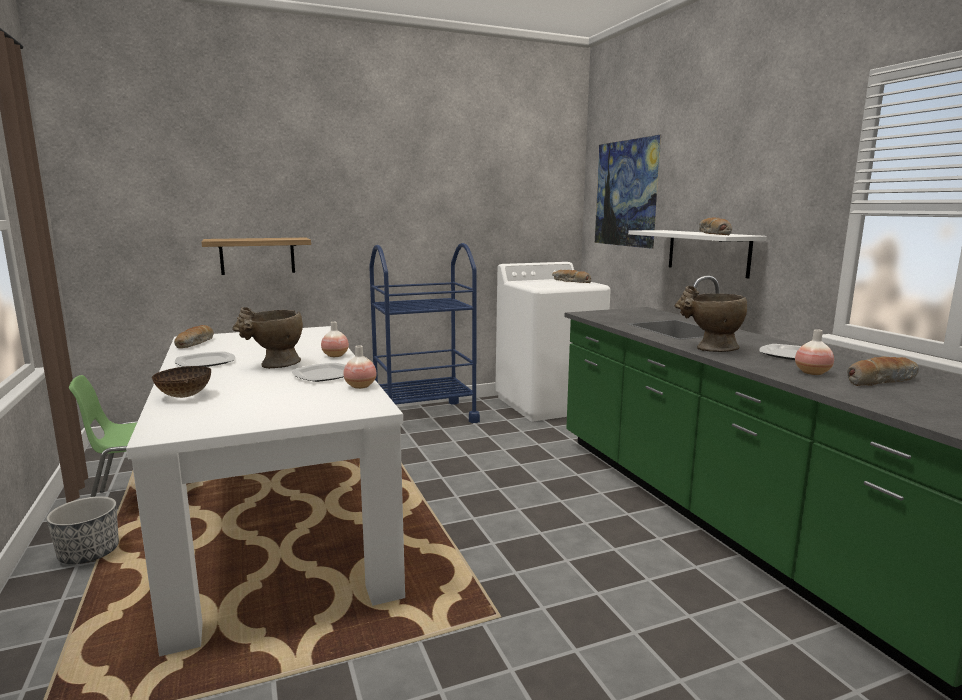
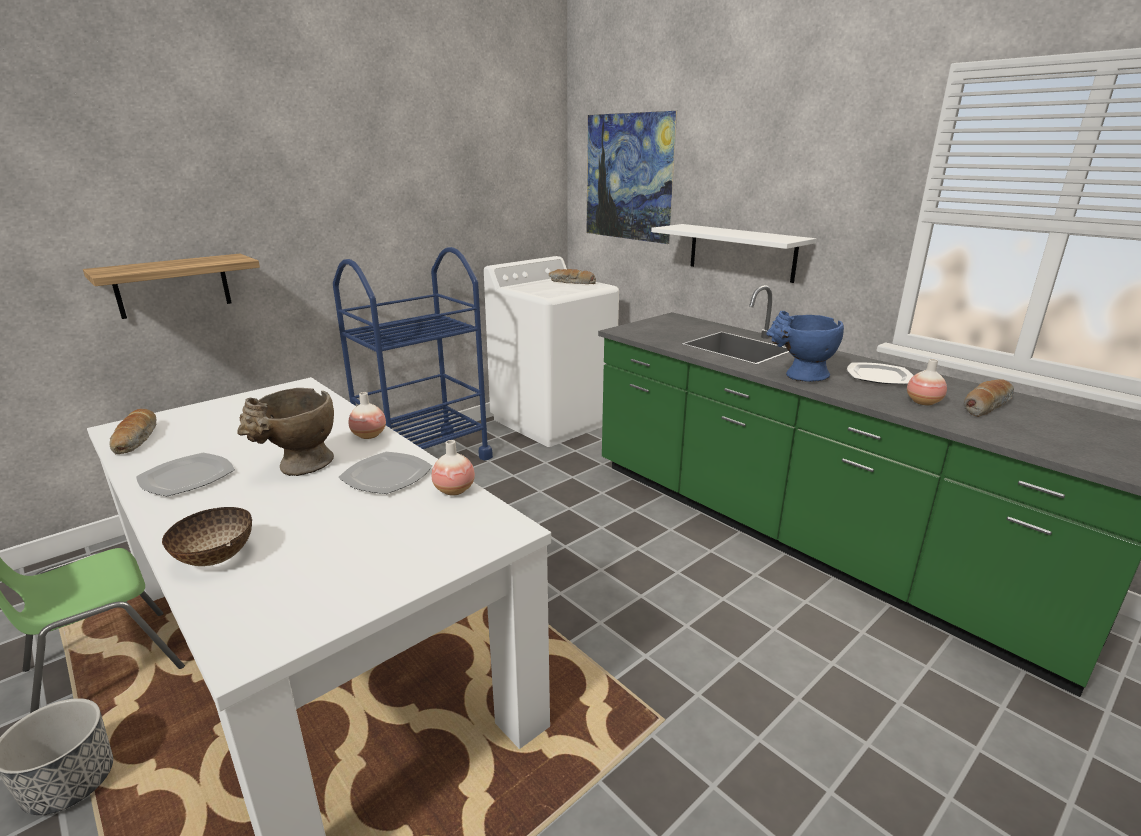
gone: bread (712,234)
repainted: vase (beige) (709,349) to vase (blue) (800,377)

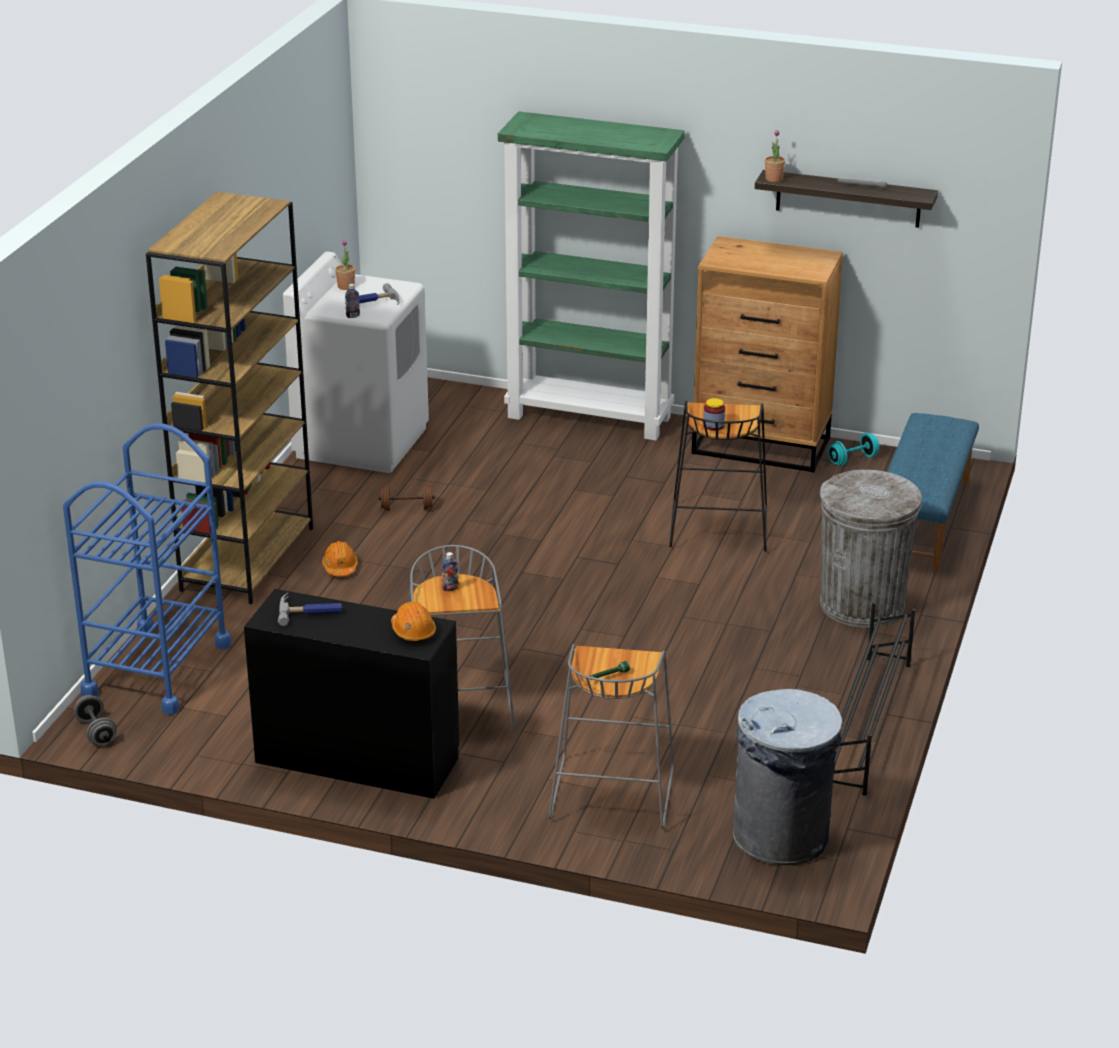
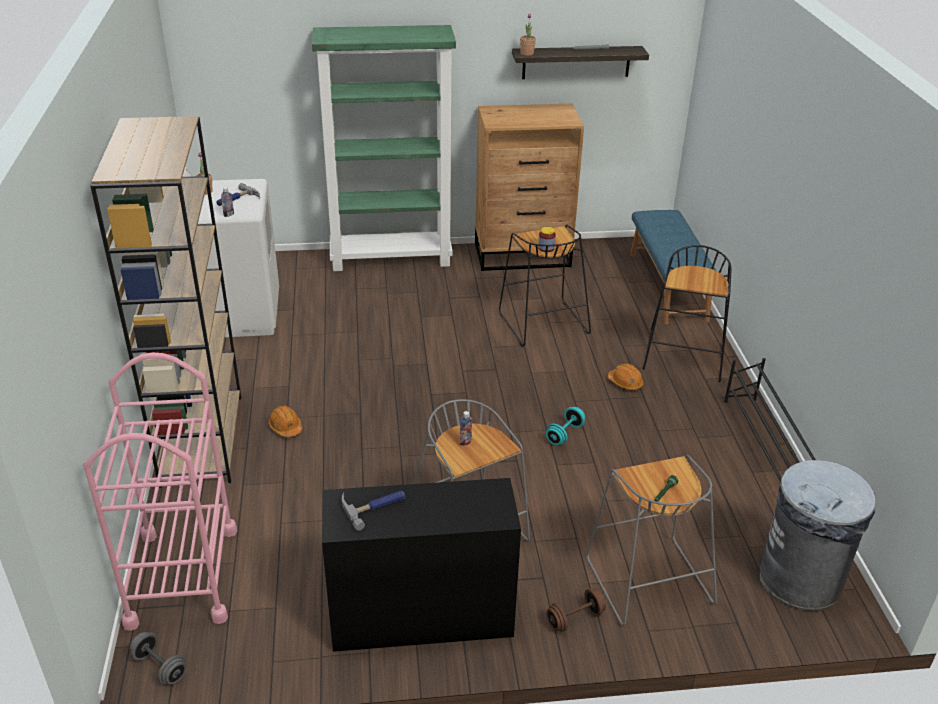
shifted: dumbbell (brown) (407,508) to (575,619); hard hat (orange) (413,631) to (625,383); dumbbell (turquoise) (852,460) to (564,434)
swapped: trash can (grey) (862,604) to stool (black) (684,359)
repainted: cart (blue) (157,669) to cart (pink) (182,576)

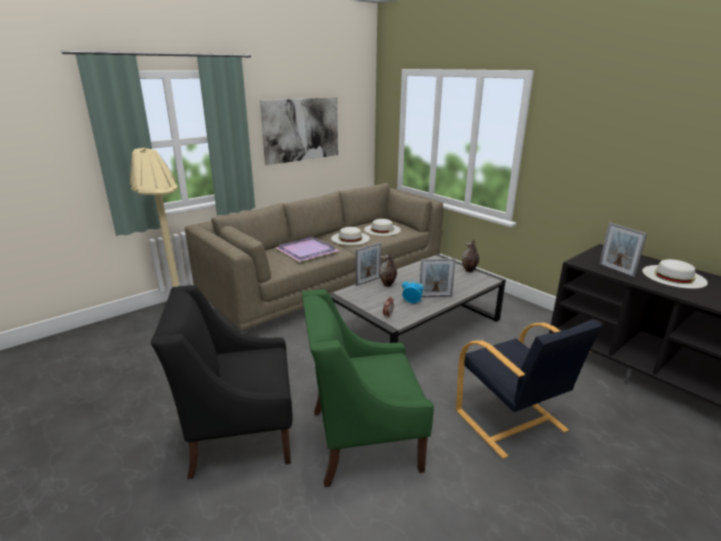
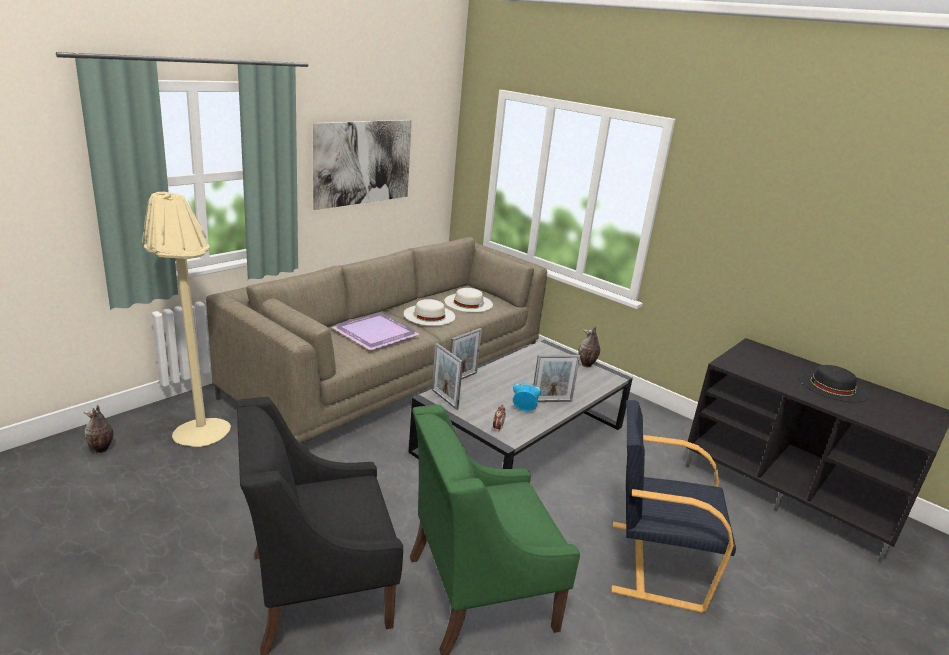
shifted: vase (387,285) to (101,450); picture frame (616,271) to (444,399)
repainted: hat (white) (674,276) to hat (black) (832,385)
rotated: armchair (black) (511,422) = (652,563) 135 degrees clockwise

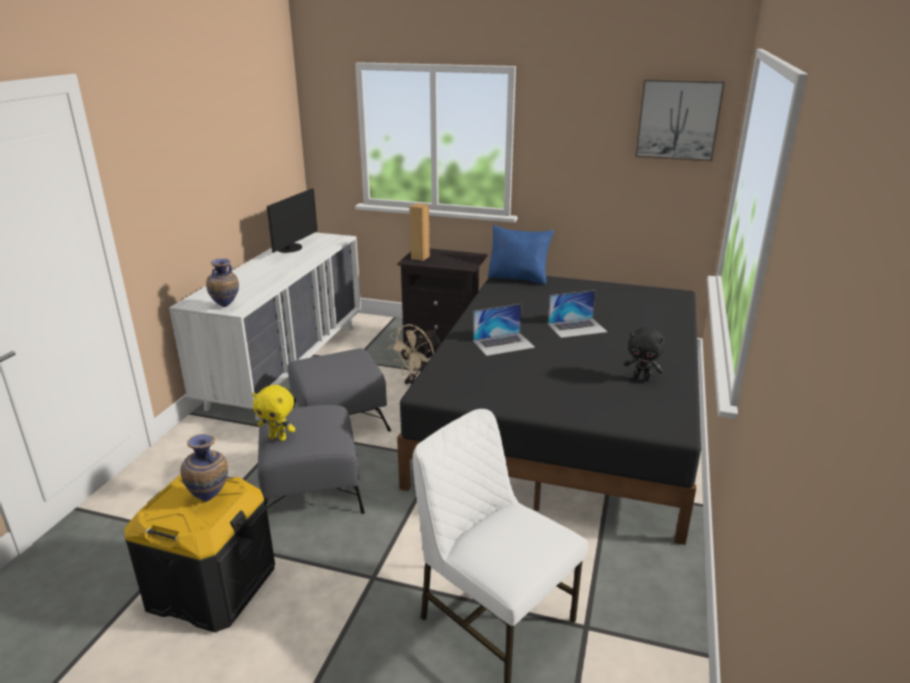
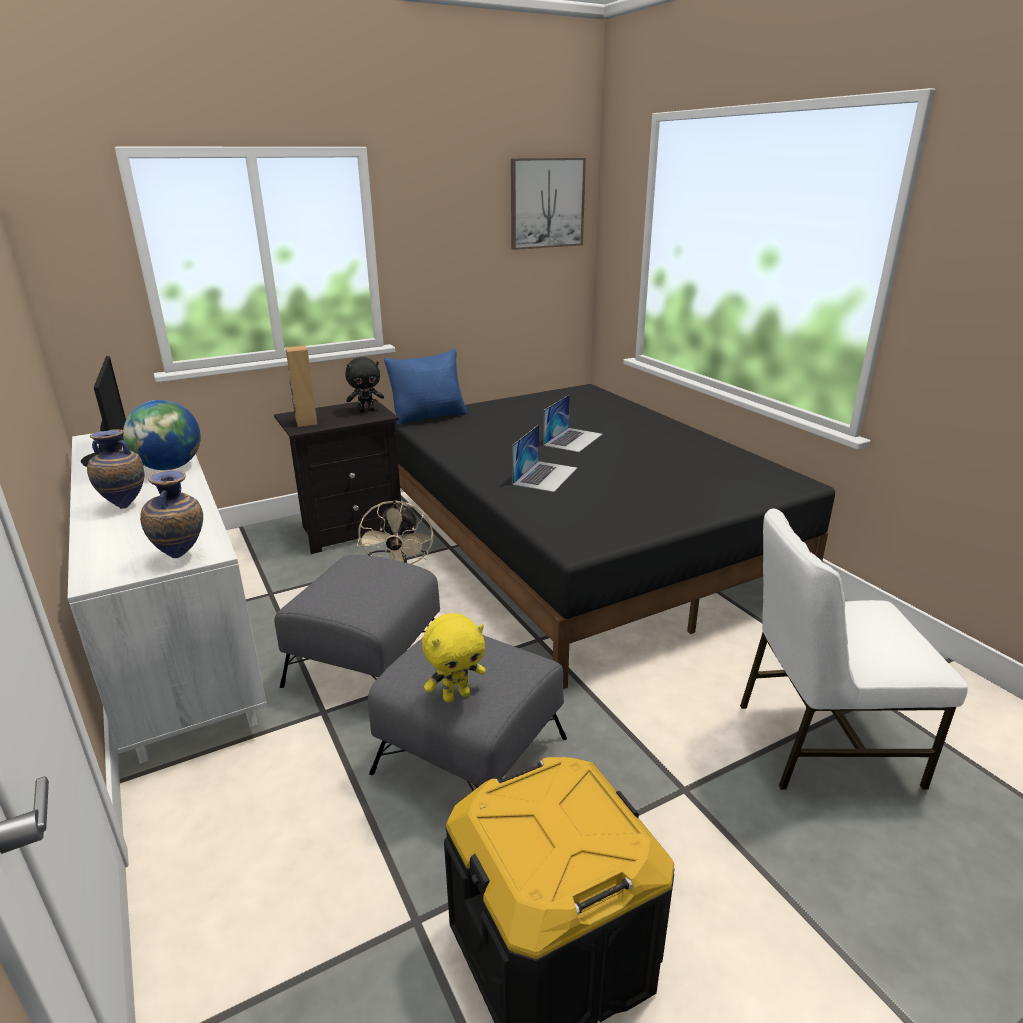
new: globe (170,467)
shifted: vase (210,498) to (126,505); plush toy (black) (642,378) to (366,410)

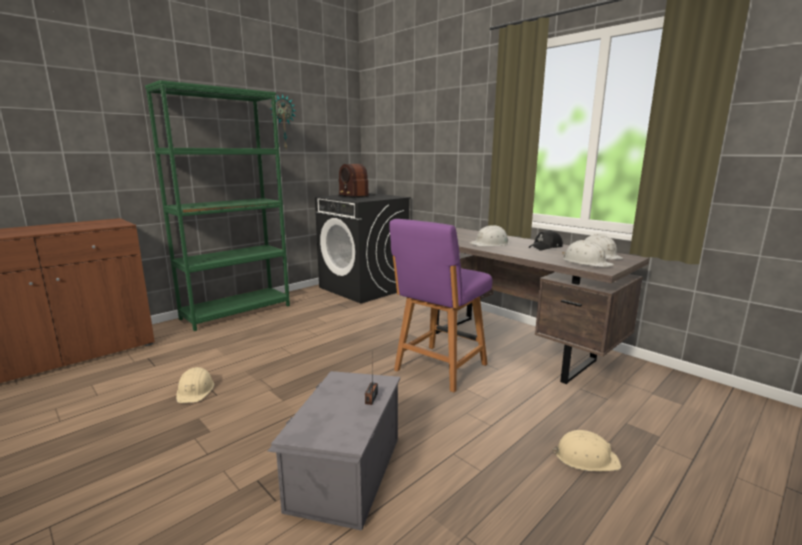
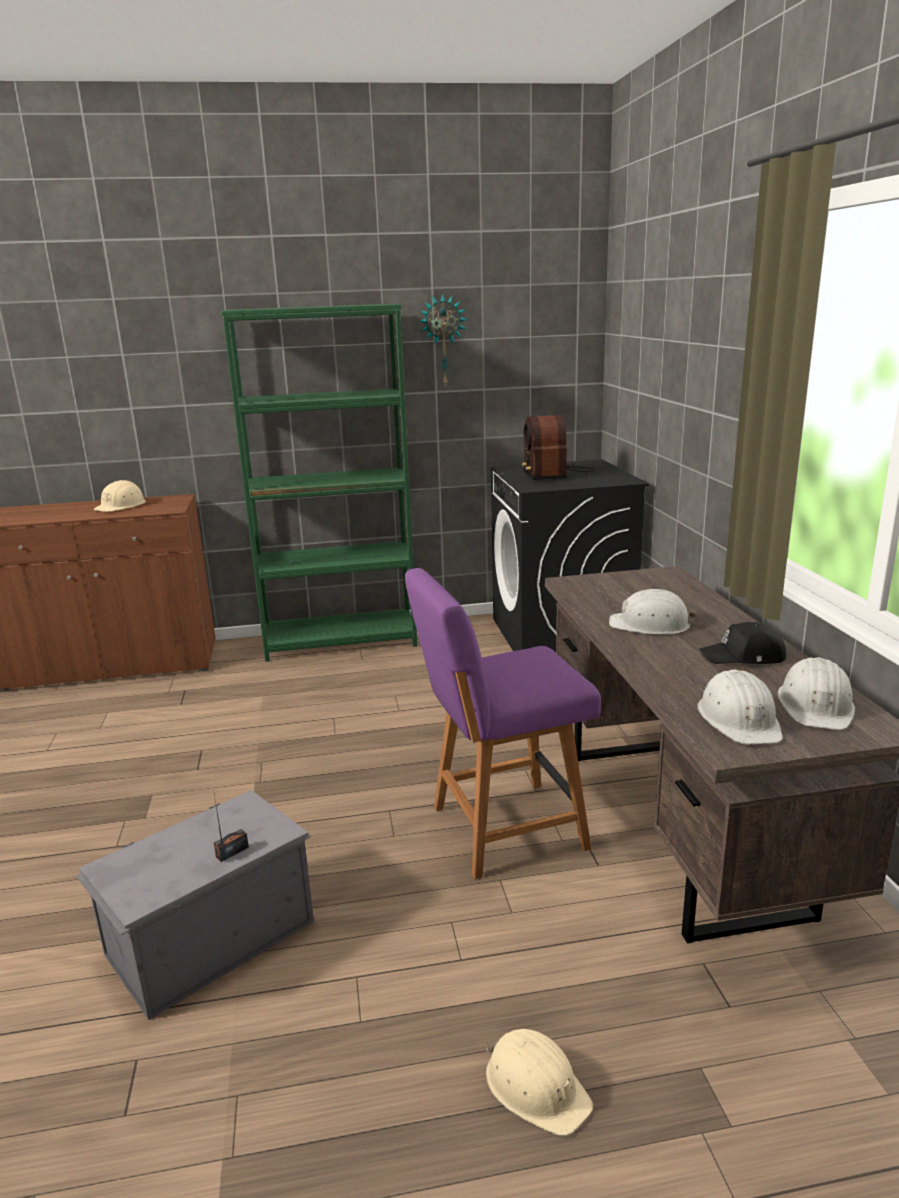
shifted: hard hat (beige) (195,390) to (121,506)

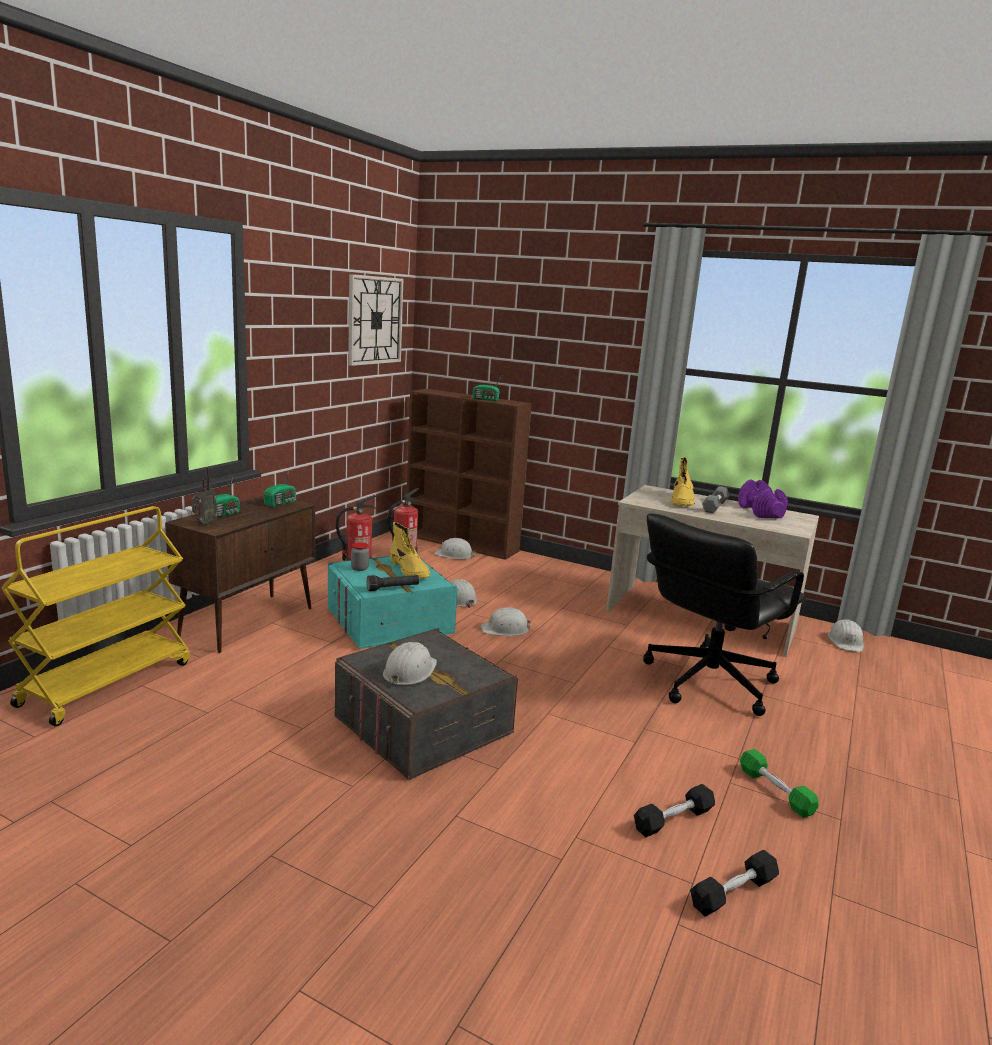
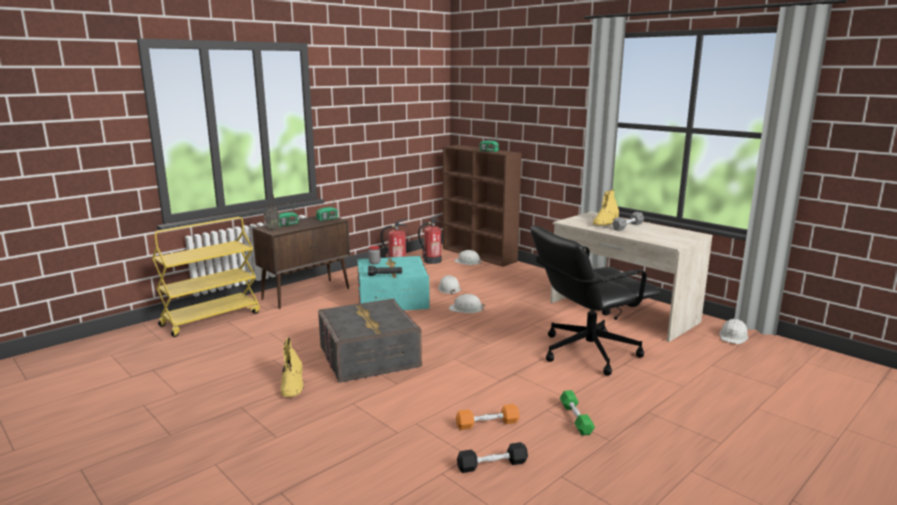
gone: wall clock (375,320); hard hat (white) (409,671); dumbbell (purple) (760,512)
shifted: boot (yellow) (409,570) to (292,384)
repainted: dumbbell (black) (673,820) to dumbbell (orange) (487,423)

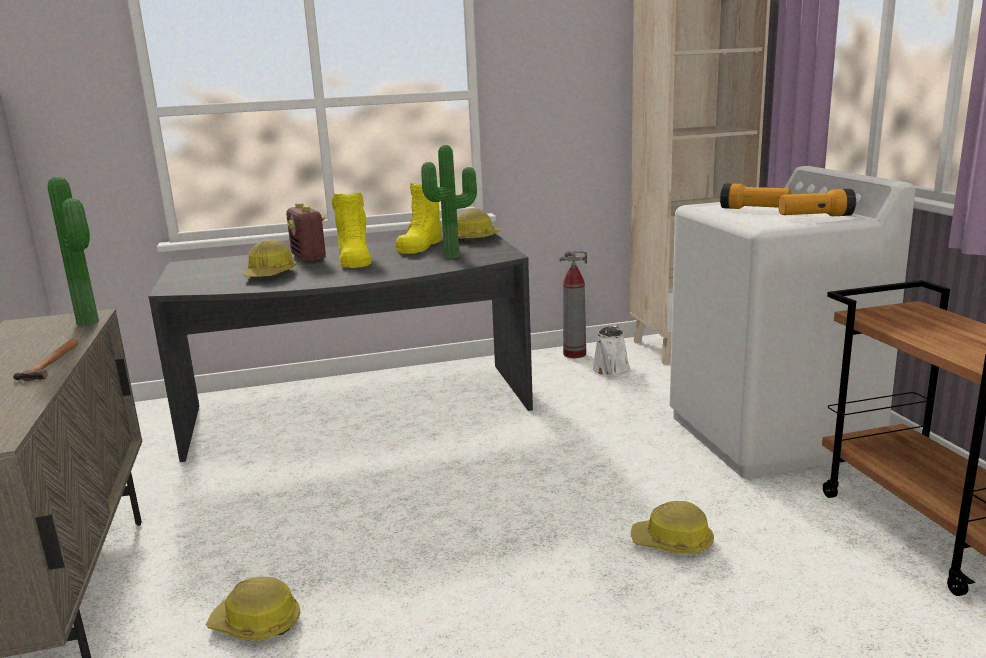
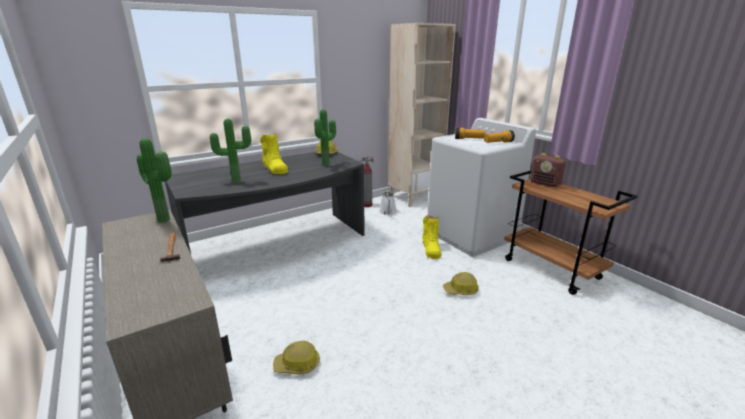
shifted: radio (309,258) to (545,184); boot (yellow) (420,246) to (431,249)
swapped: hard hat (270,274) to potted plant (236,180)

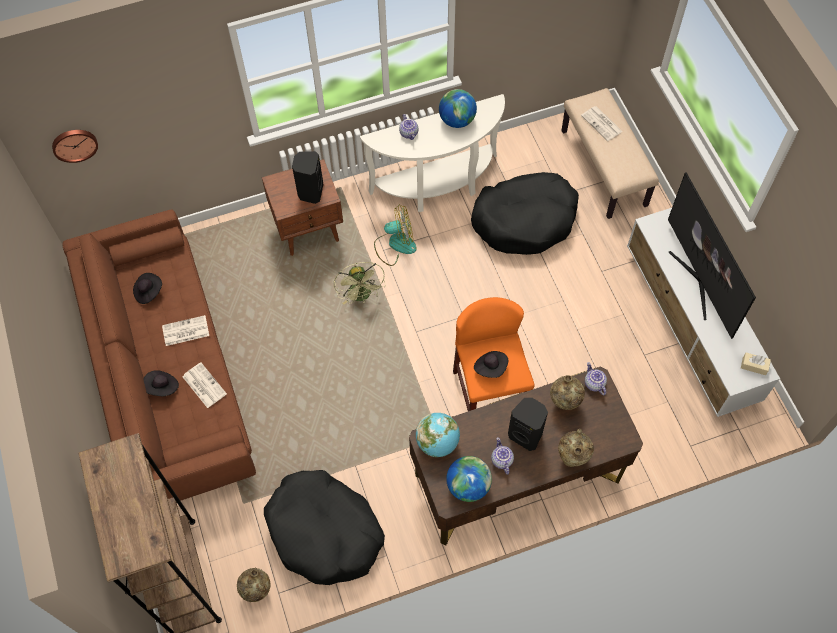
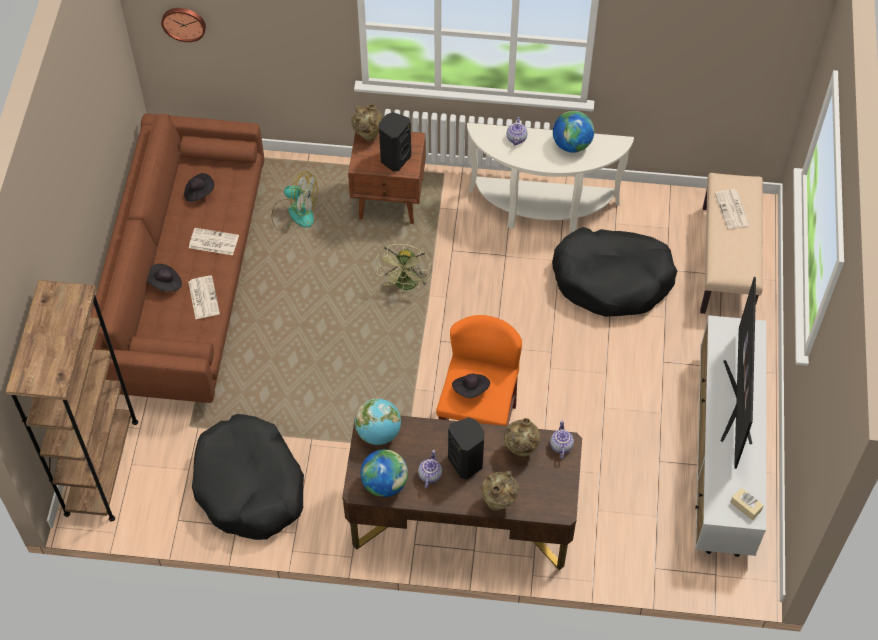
shifted: vase (beige) (257,591) to (368,136); fan (395,245) to (294,213)

